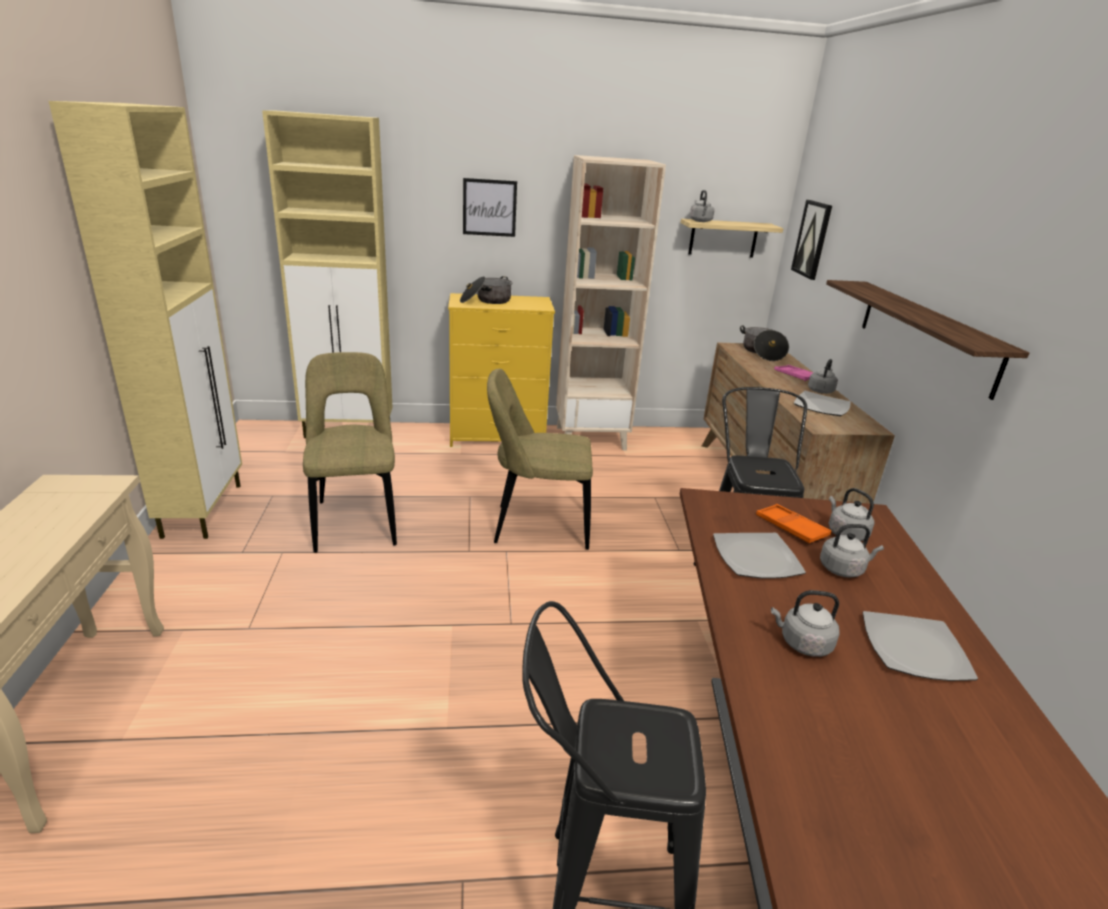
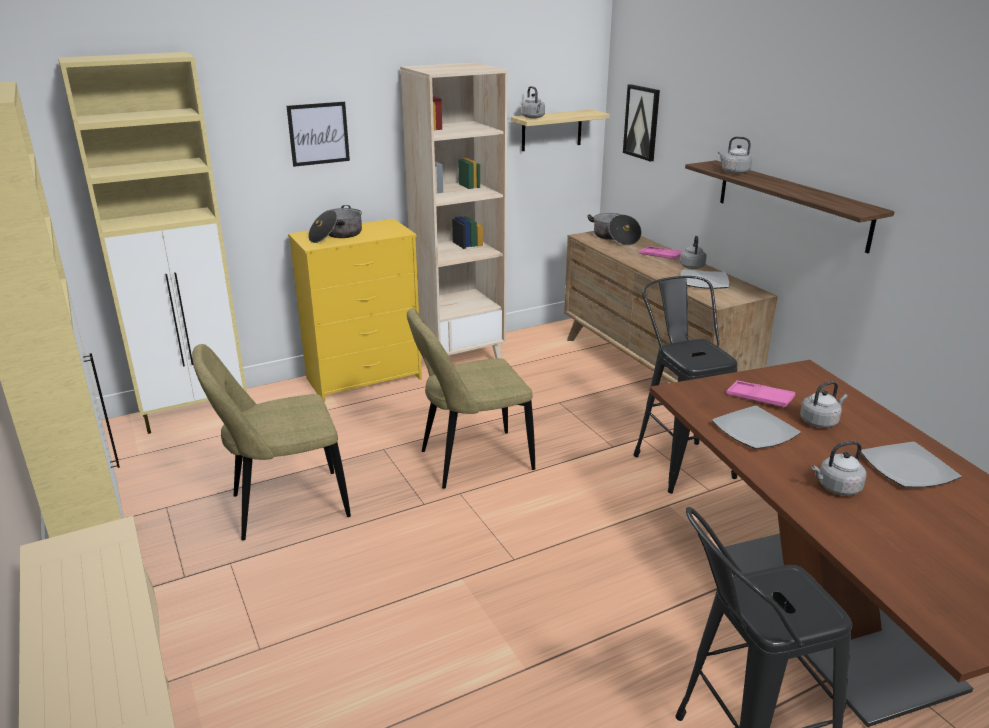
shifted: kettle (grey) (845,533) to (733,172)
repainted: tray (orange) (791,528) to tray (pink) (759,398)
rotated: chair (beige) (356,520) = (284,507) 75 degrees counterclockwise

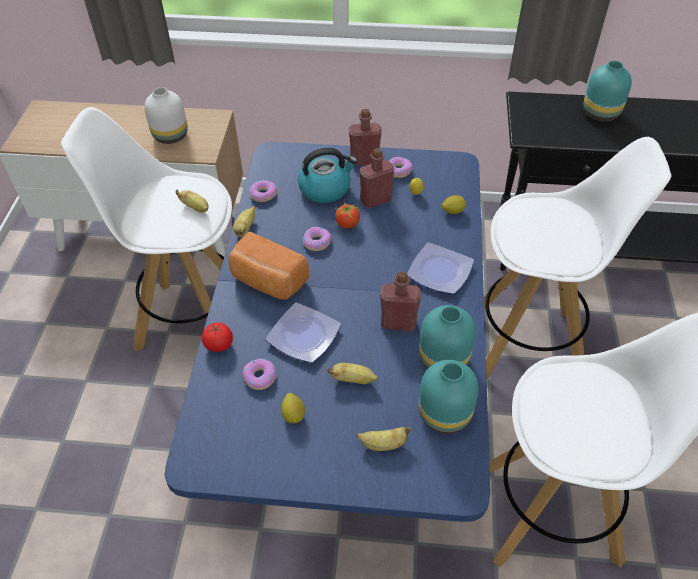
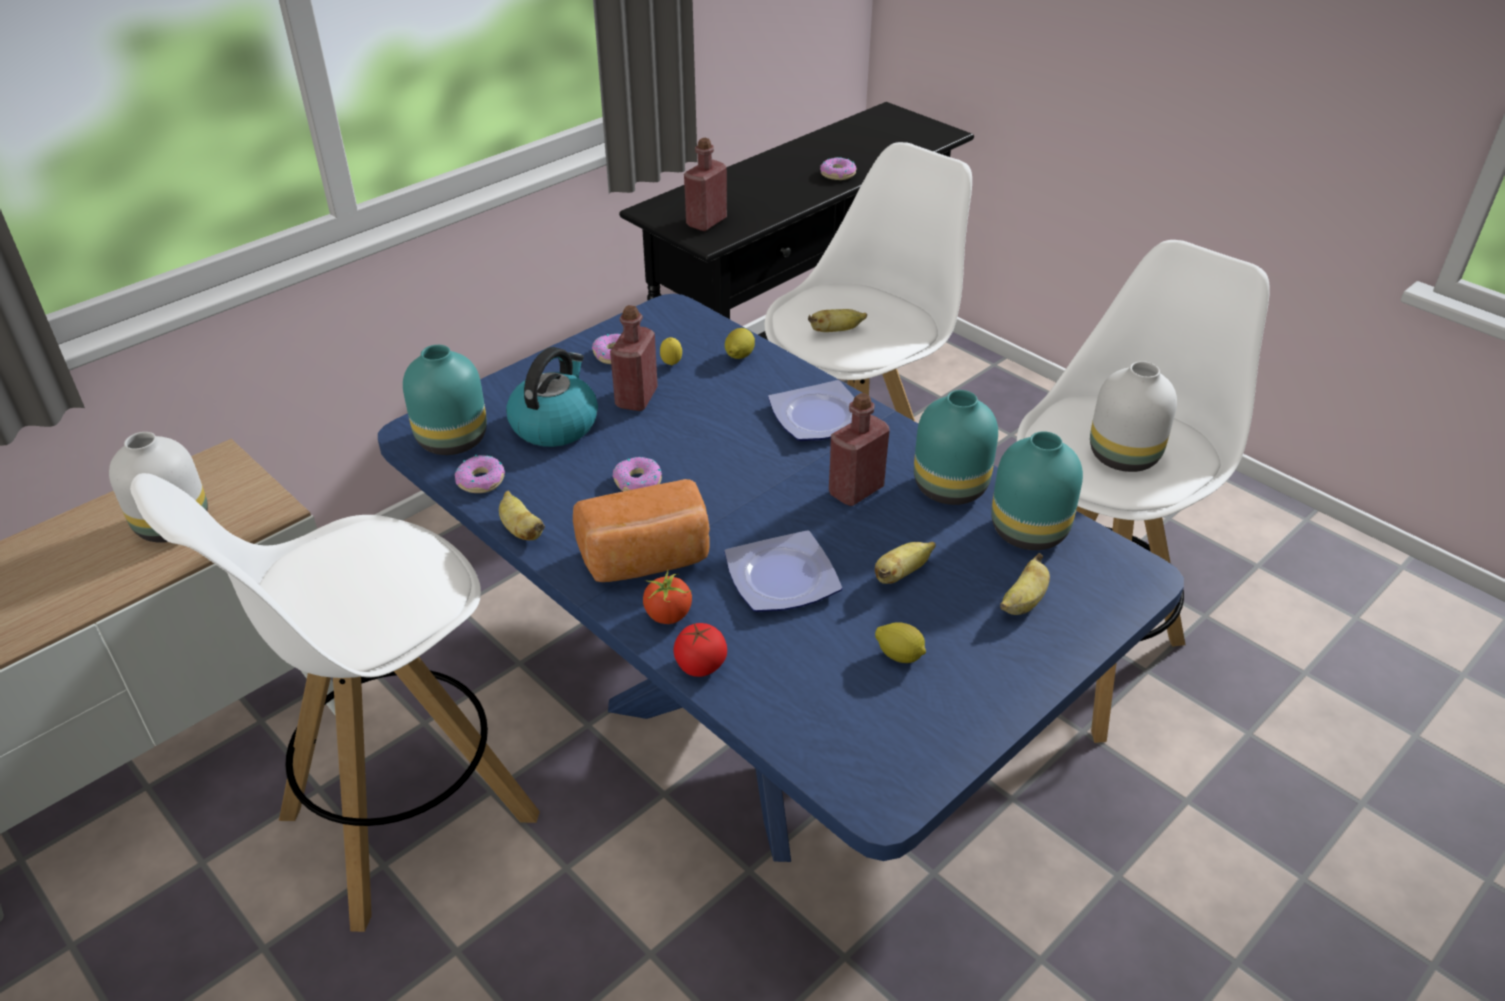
new: vase (white) (1121,455)
shifted: banana (196,208) to (836,331); donut (259,377) to (837,174); tomato (347,224) to (668,615); bottle (red) (364,160) to (706,222); vase (turquoise) (599,113) to (450,440)

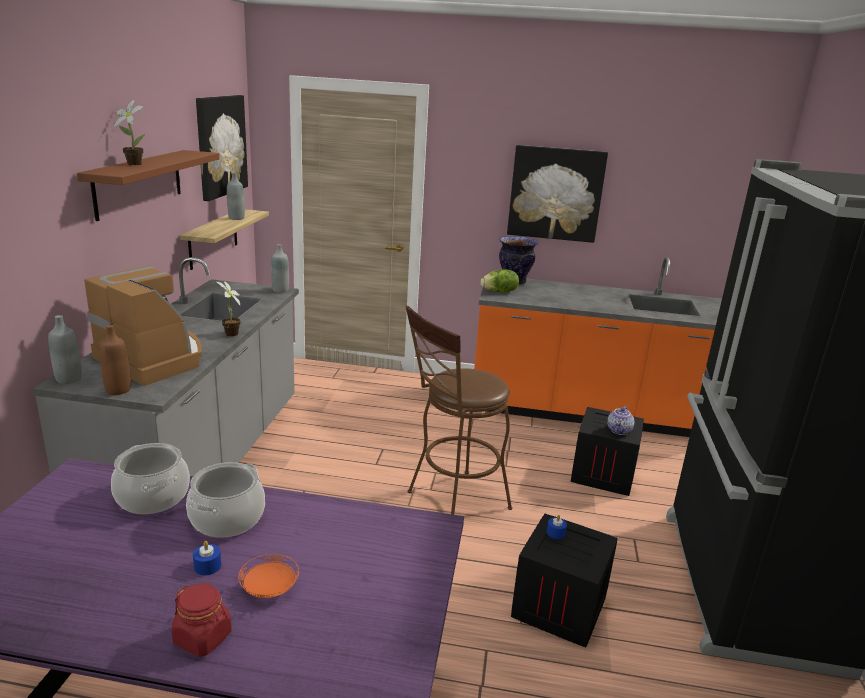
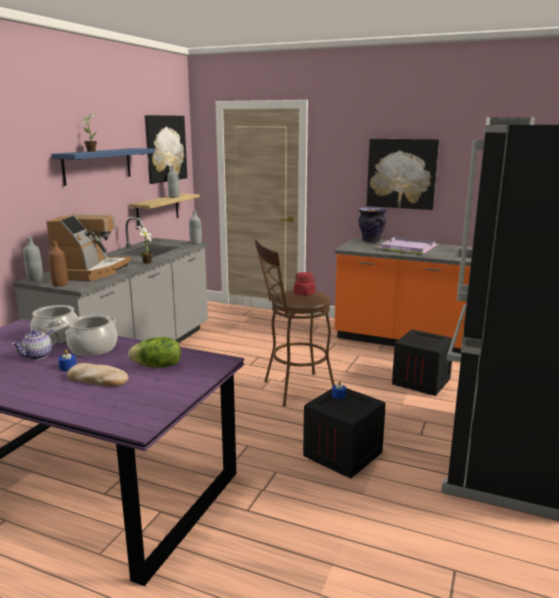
new: tray (purple) (407,247)
shifted: jar (red) (203,638) to (304,294); lettuce (500,292) to (157,366); teapot (619,431) to (38,356)
swapped: plate (orange) (270,589) to bread (97,379)
repainted: shelf (brown) (139,183) to shelf (blue) (97,165)
rotated: coffee machine (154,358) = (91,272) 45 degrees clockwise

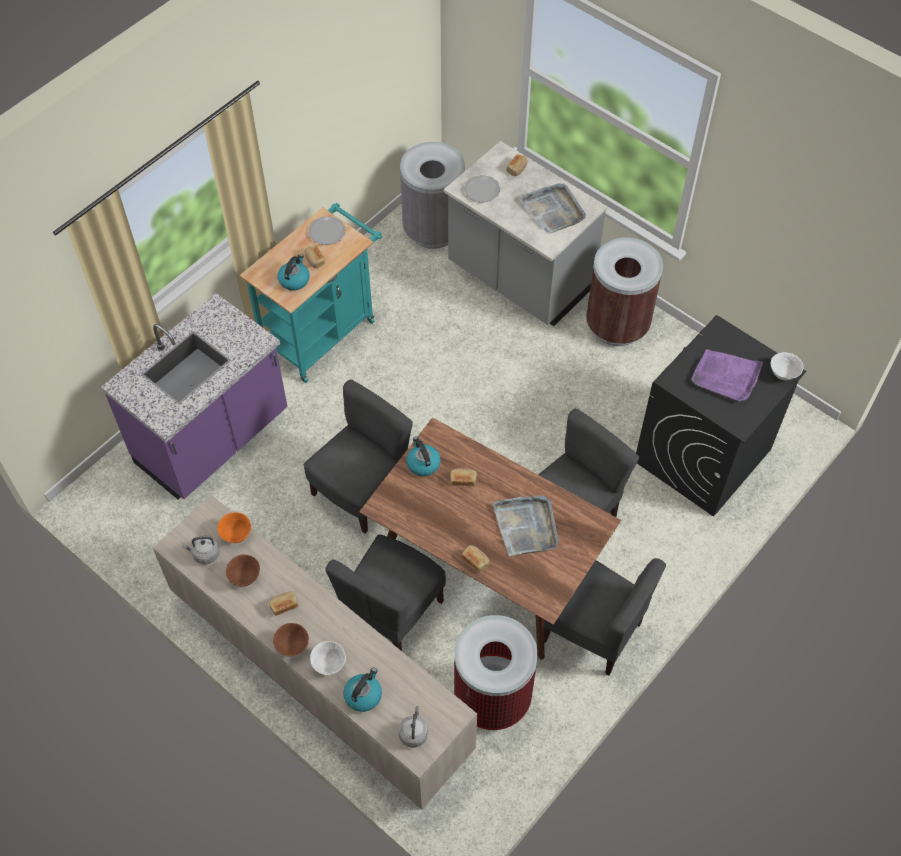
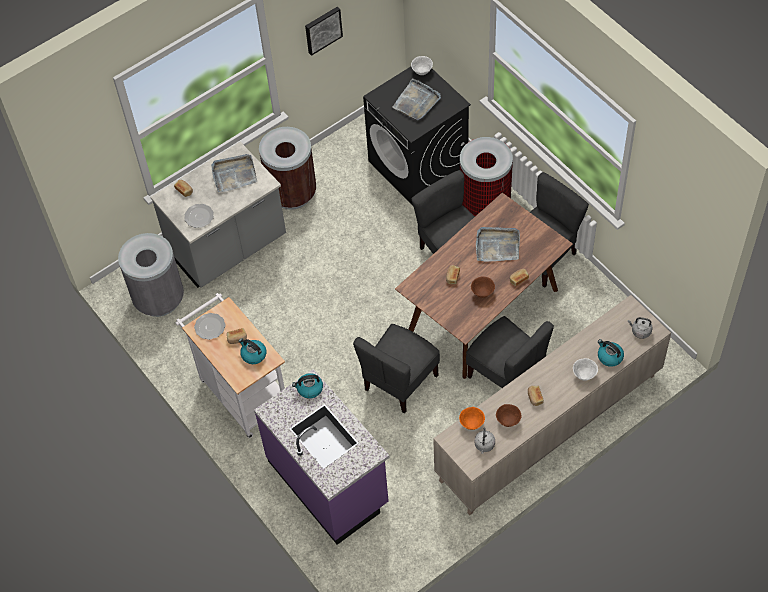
new: picture (322,29)
shifted: bowl (brown) (292,646) to (482,292); kettle (423,463) to (309,389); trash can (492,698) to (484,204)
repainted: cart (turquoise) (323,331) to cart (white) (241,391); tray (purple) (726,376) to tray (grey) (416,102)
rotated: chair (grey) (361,490) = (400,382) 105 degrees counterclockwise

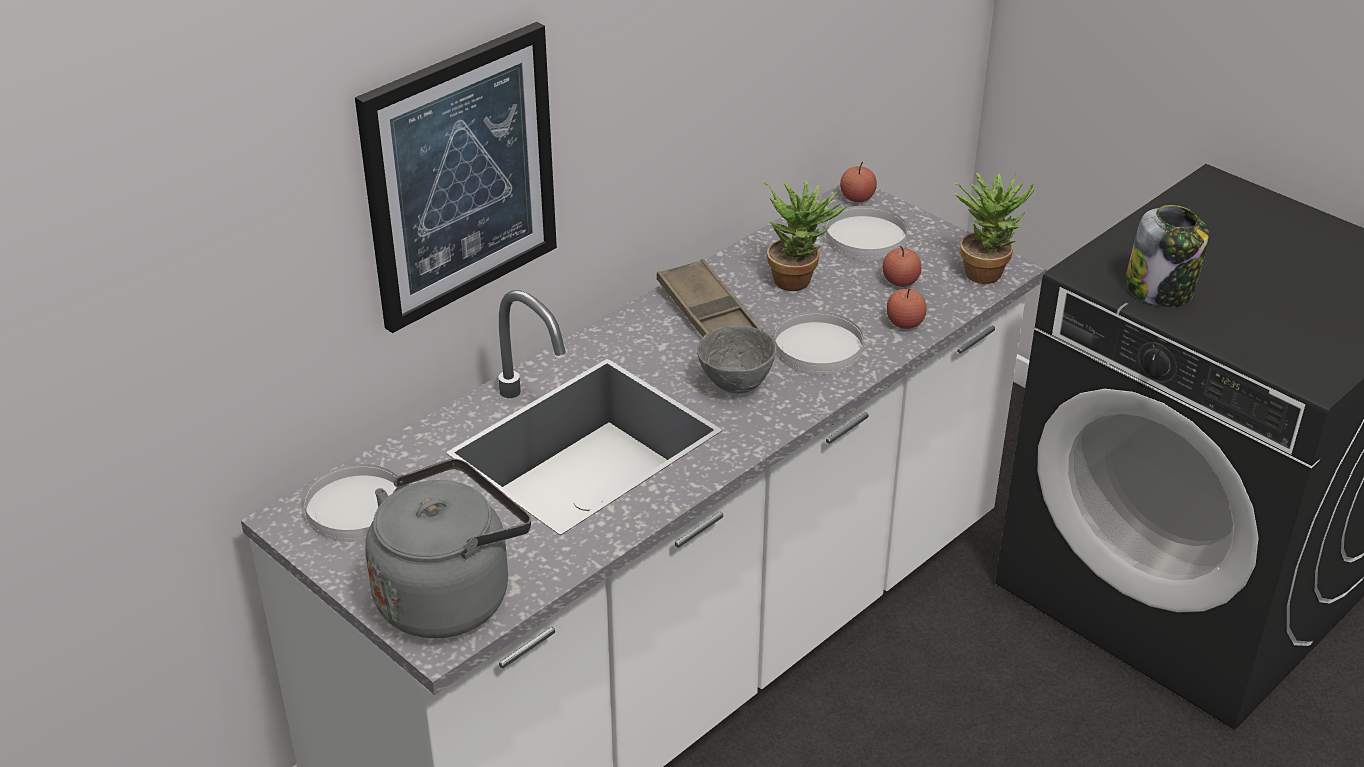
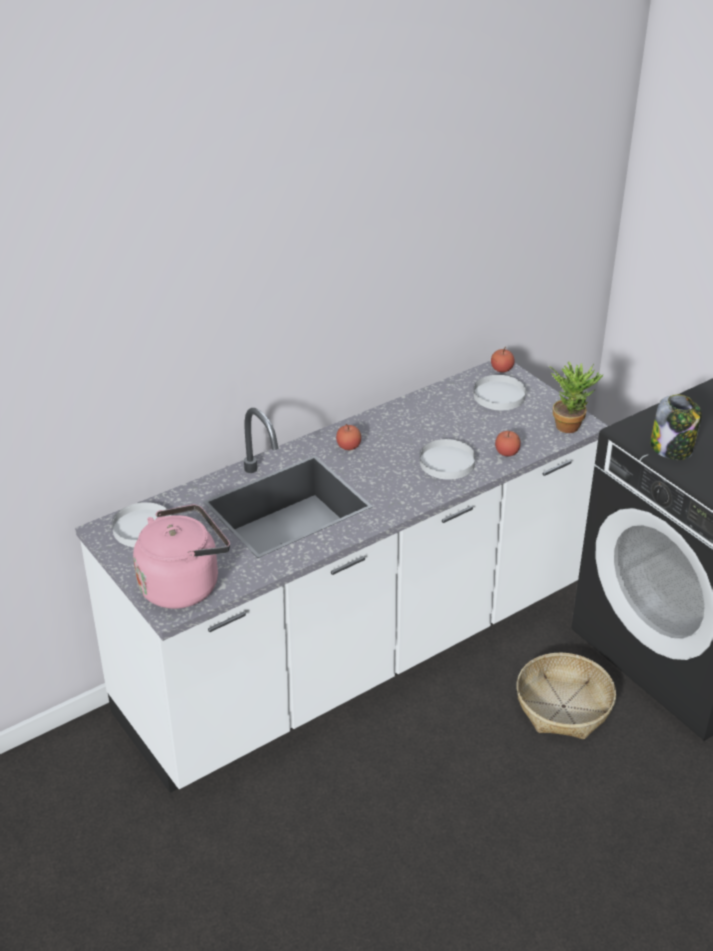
gone: picture (459,176); tray (brown) (708,313); bowl (grey) (737,385); potted plant (799,279)
new: basket (563,706)
shifted: apple (900,281) to (348,446)
repainted: kettle (grey) (449,595) to kettle (pink) (184,585)

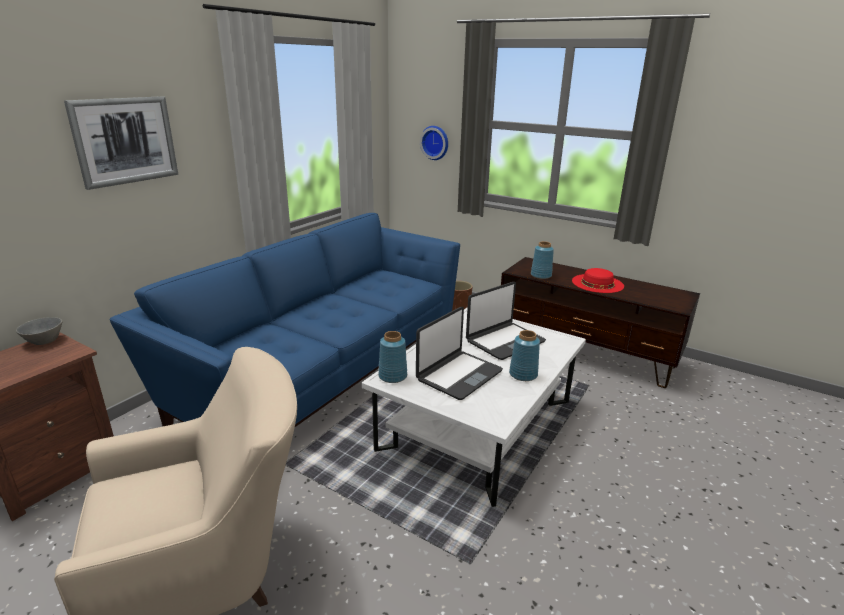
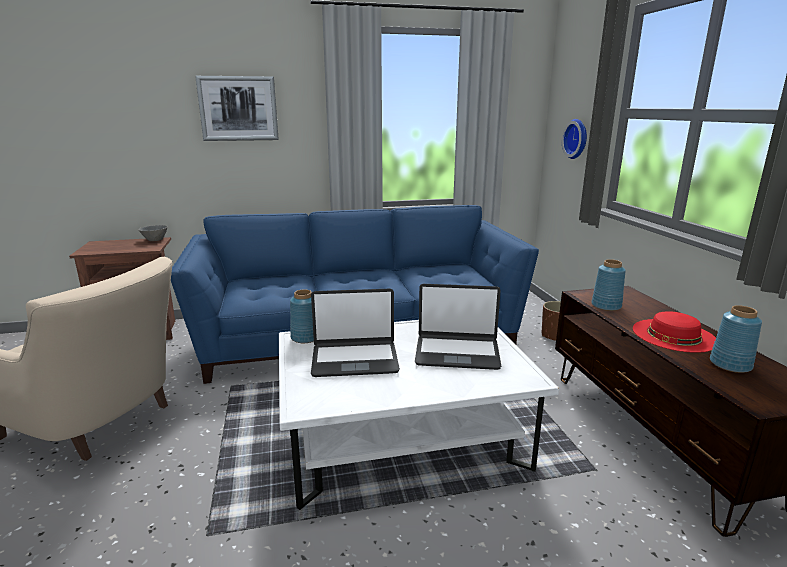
shifted: vase (blue) (523,374) to (731,365)

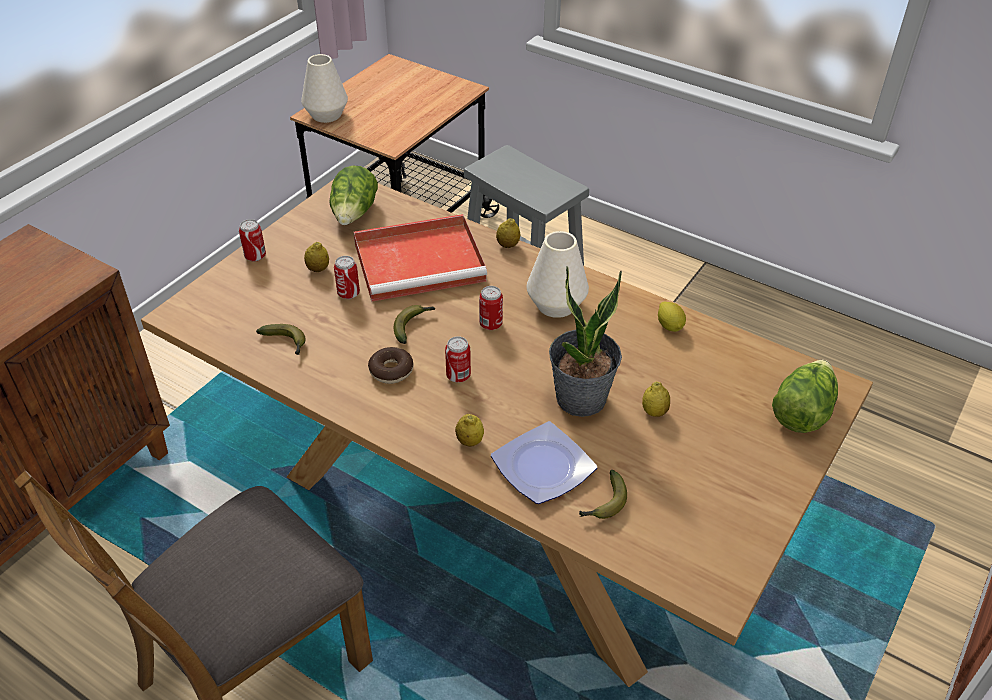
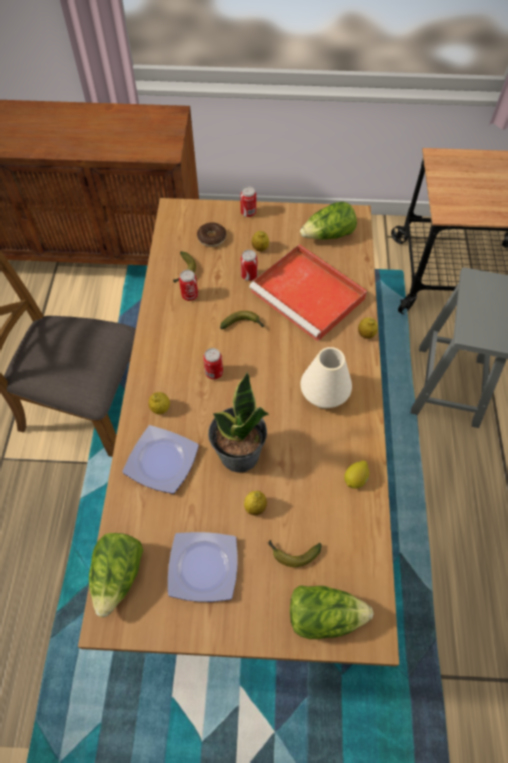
gone: vase (white) (326,115)
new: lettuce (118,575); plate (202,566)
shifted: donut (391,370) to (212,238); can (490,324) to (190,295); banana (604,503) to (292,553)

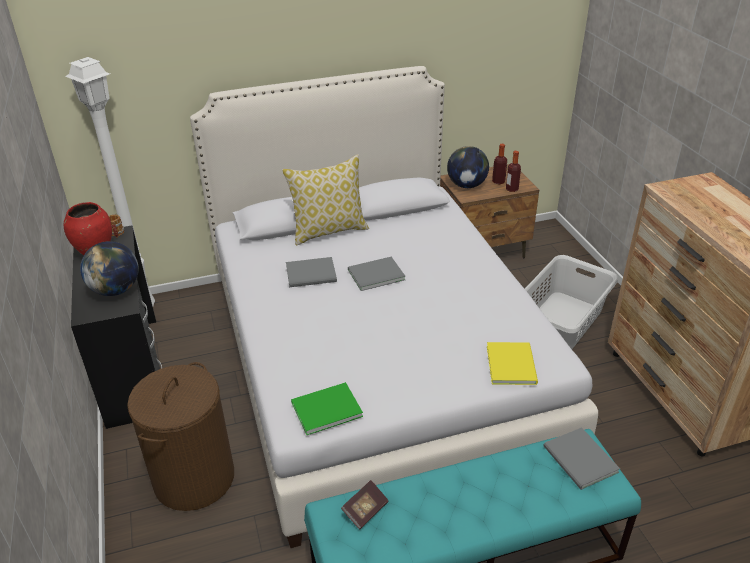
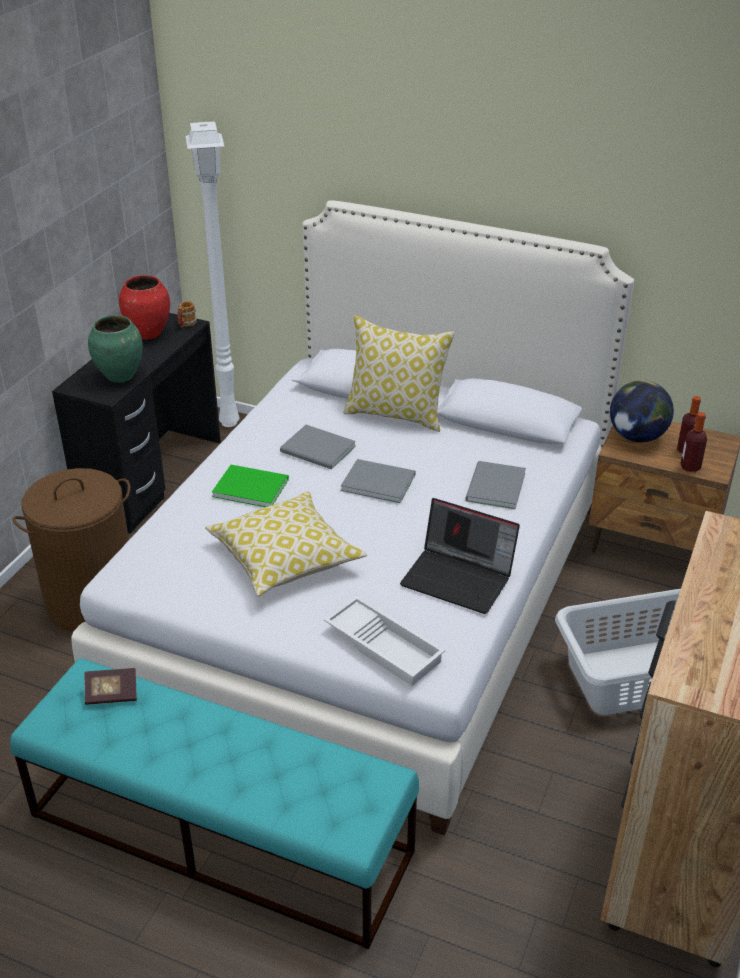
new: pillow (285,558); laptop (459,578)
shifted: book (green) (324,409) to (249,486); book (grey) (580,461) to (493,487)
swapped: globe (116,290) to vase (green) (121,376); book (yellow) (512,363) to tray (white) (385,645)

